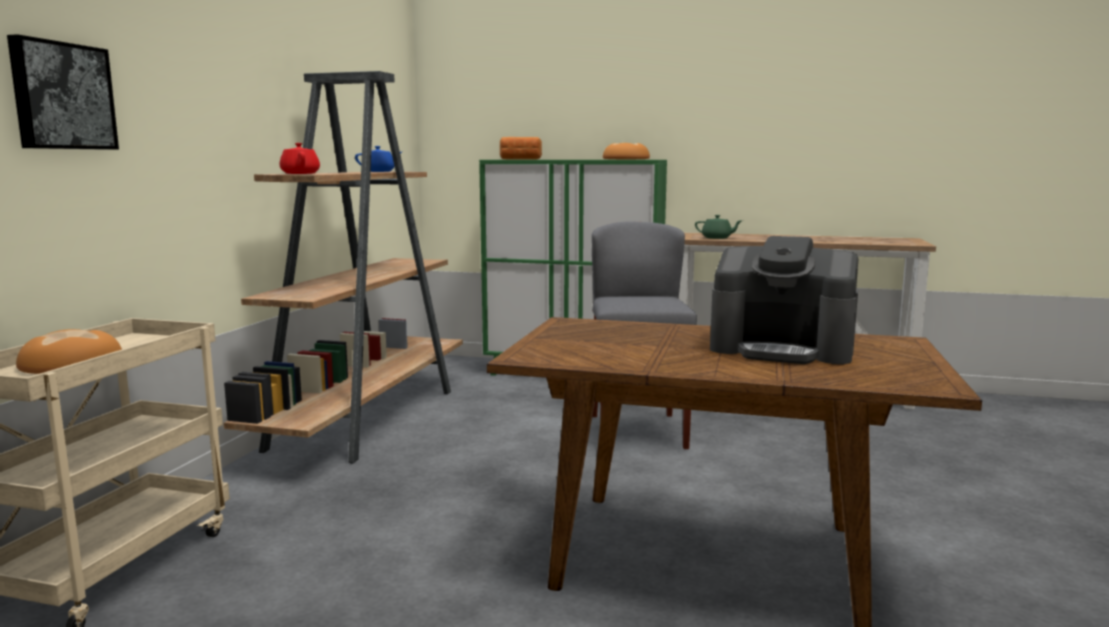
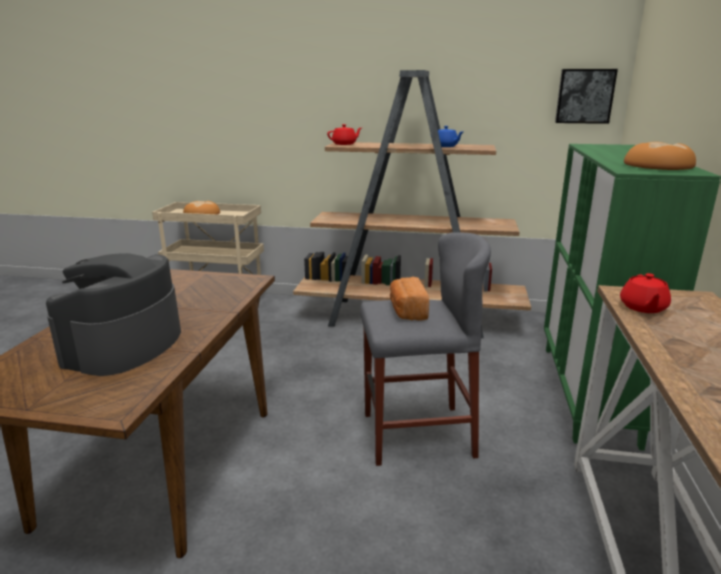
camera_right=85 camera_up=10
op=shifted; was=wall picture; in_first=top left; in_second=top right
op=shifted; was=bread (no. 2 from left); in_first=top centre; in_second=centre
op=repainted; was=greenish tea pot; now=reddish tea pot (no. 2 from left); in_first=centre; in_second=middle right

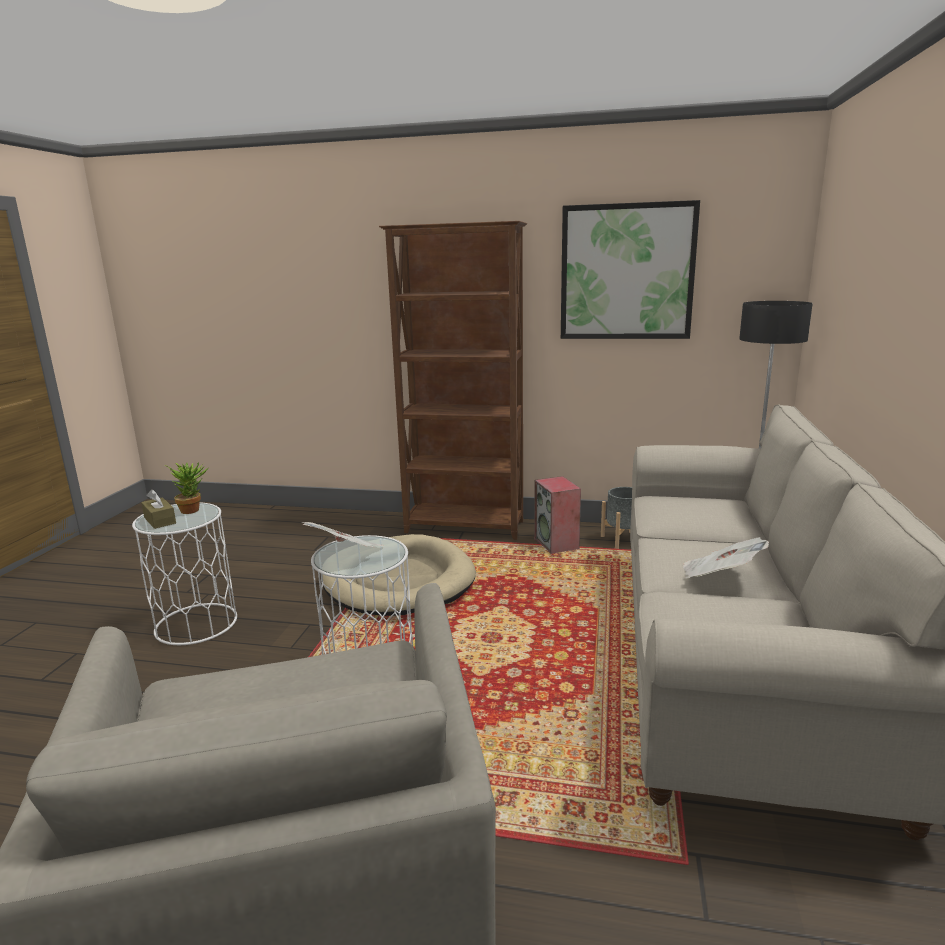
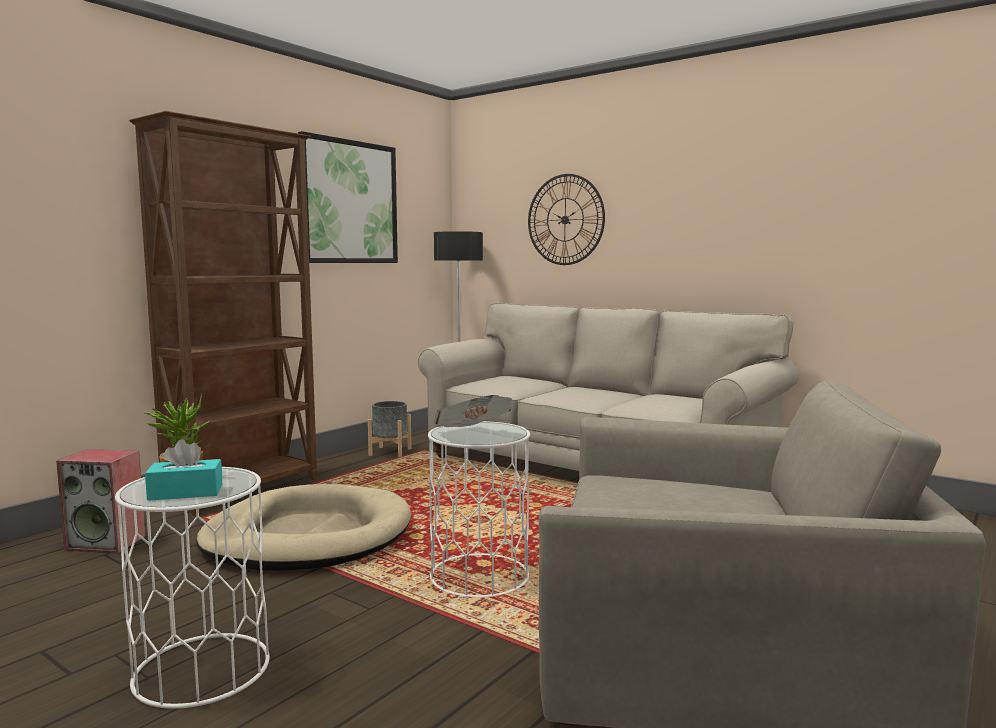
camera_right=-65 camera_up=-10
op=gone; was=daily paper (no. 2 from left); in_first=middle right
op=new; now=wall clock; in_second=top centre
op=shifted; was=speaker; in_first=centre; in_second=bottom left
op=repainted; was=brownish box of tissues; now=blue-green box of tissues; in_first=middle left; in_second=middle left

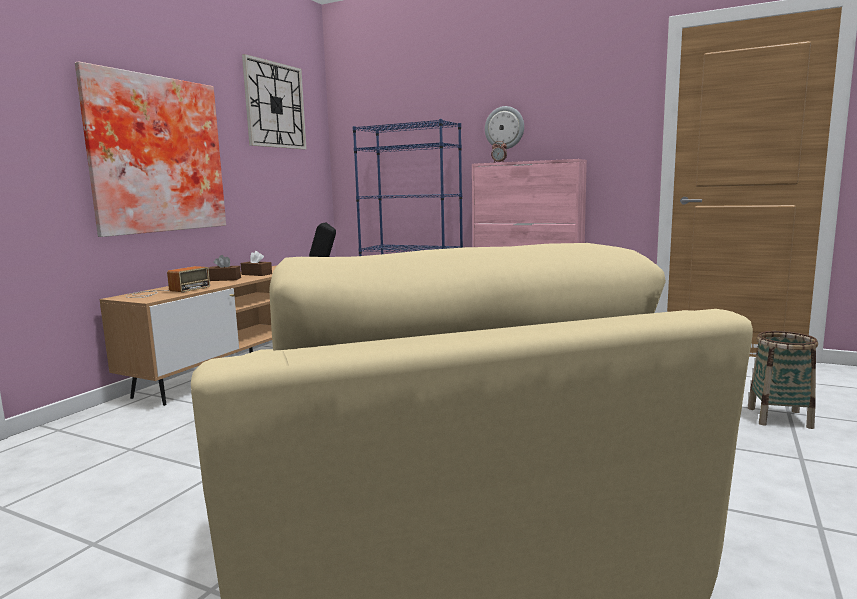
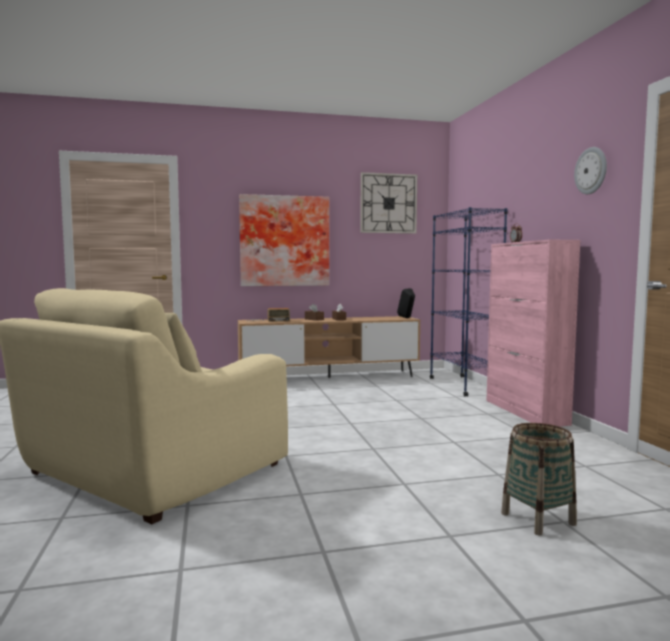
camera_right=50 camera_up=-5
op=shifted; was=wall clock (no. 2 from left); in_first=top centre; in_second=top right

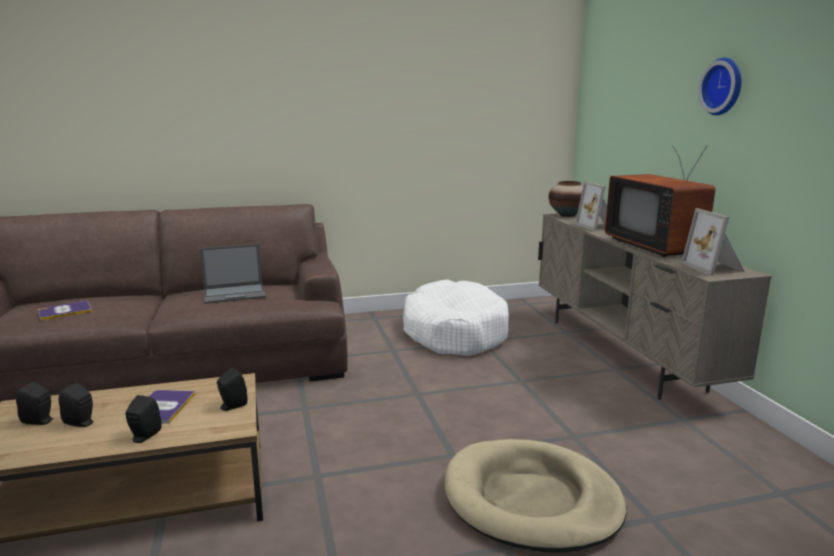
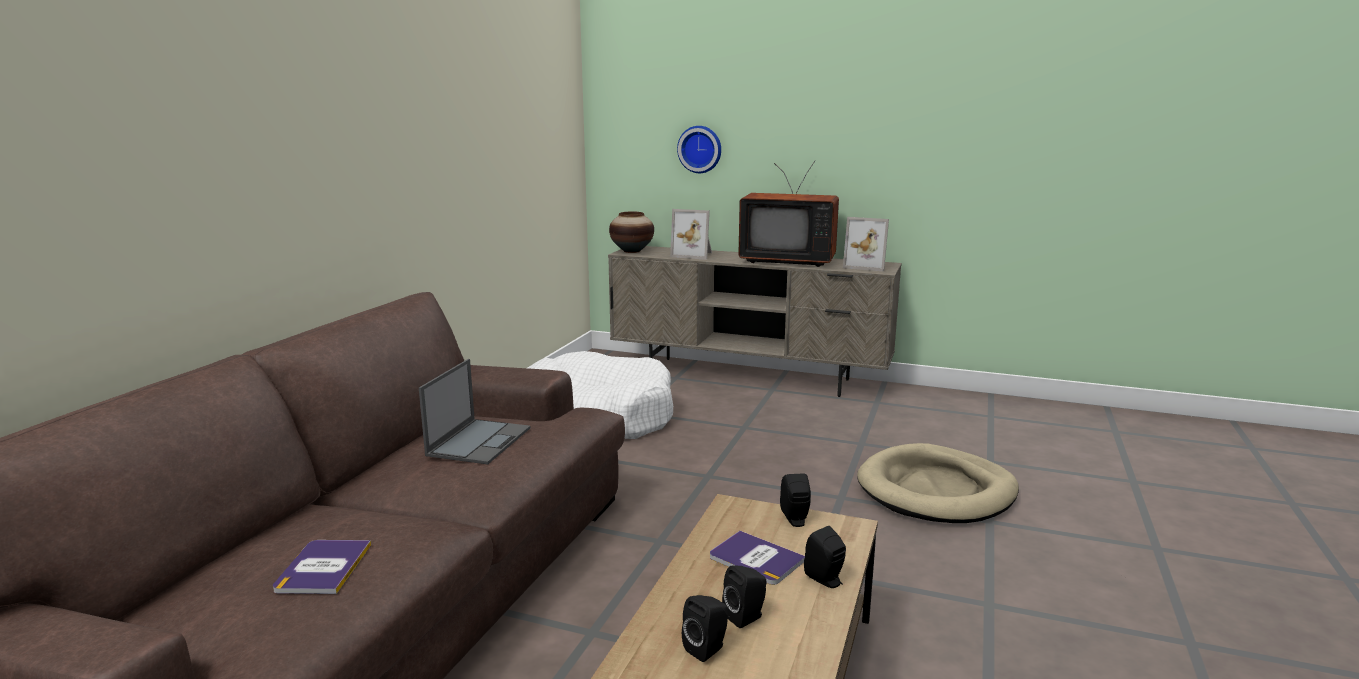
camera_right=-55 camera_up=0
op=shifted; was=wall clock; in_first=top right; in_second=top centre

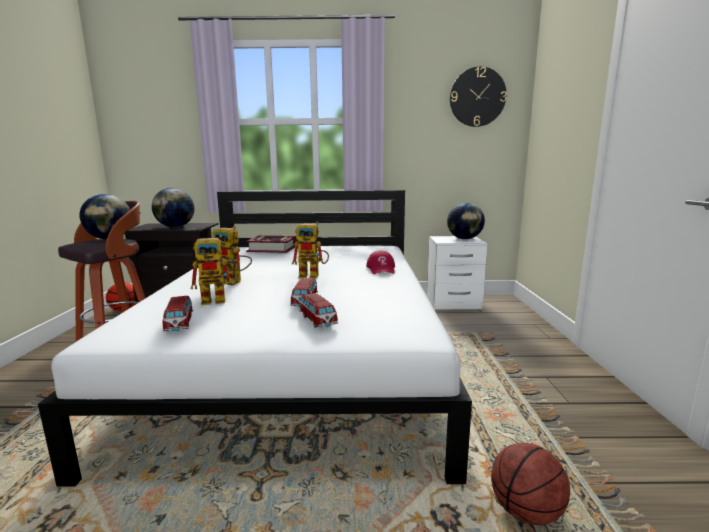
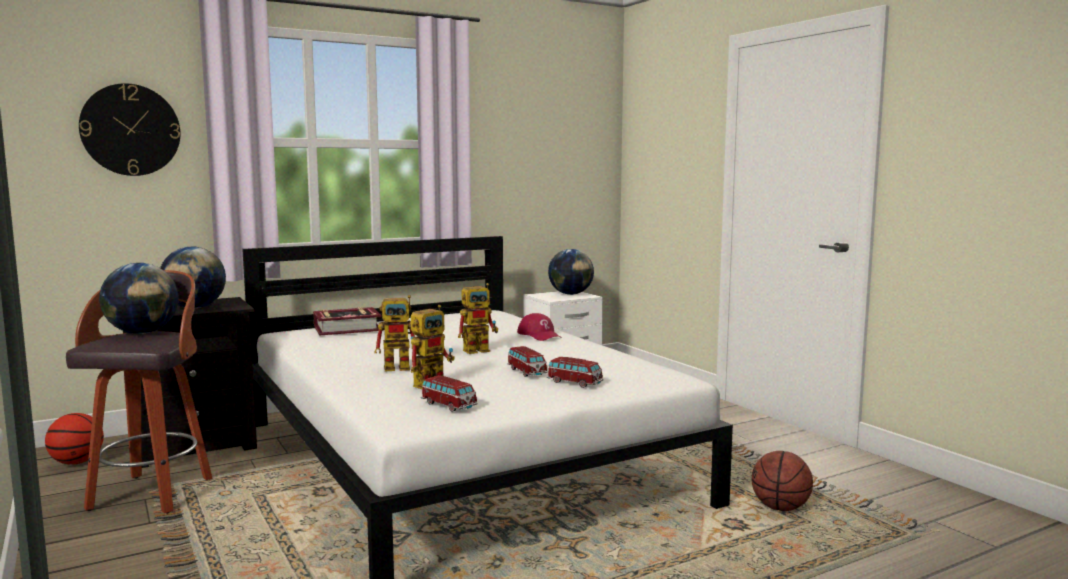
camera_right=-30 camera_up=-5
op=shifted; was=wall clock; in_first=top right; in_second=top left

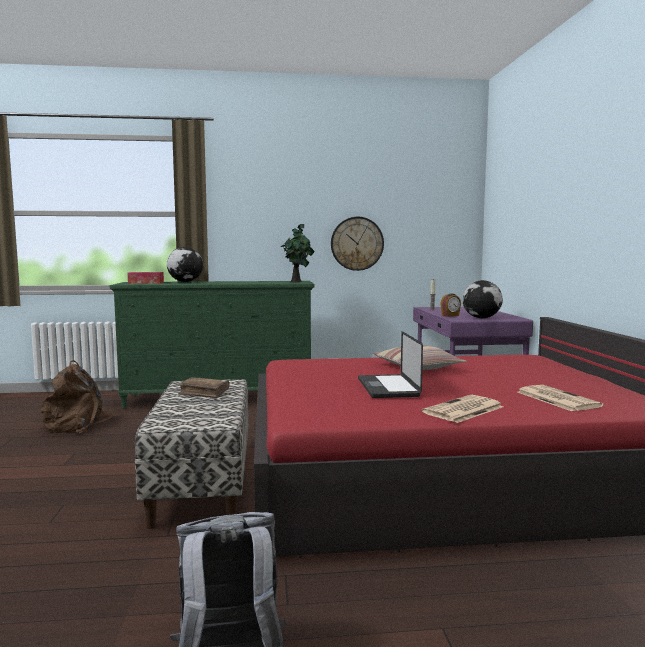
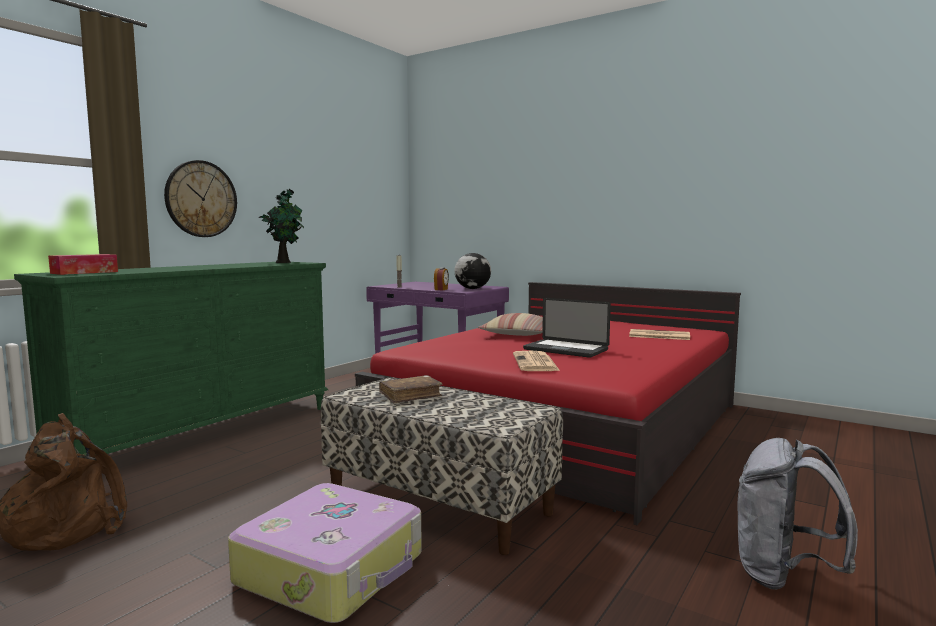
camera_right=-50 camera_up=0
op=gone; was=world globe (no. 1 from left); in_first=middle left
op=new; now=travel case; in_second=bottom centre
op=shifted; was=wall clock; in_first=centre; in_second=top left
op=shifted; was=daily paper (no. 1 from left); in_first=middle right; in_second=centre

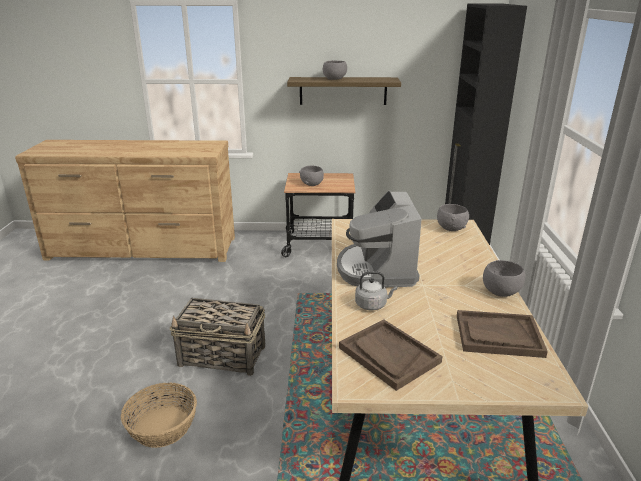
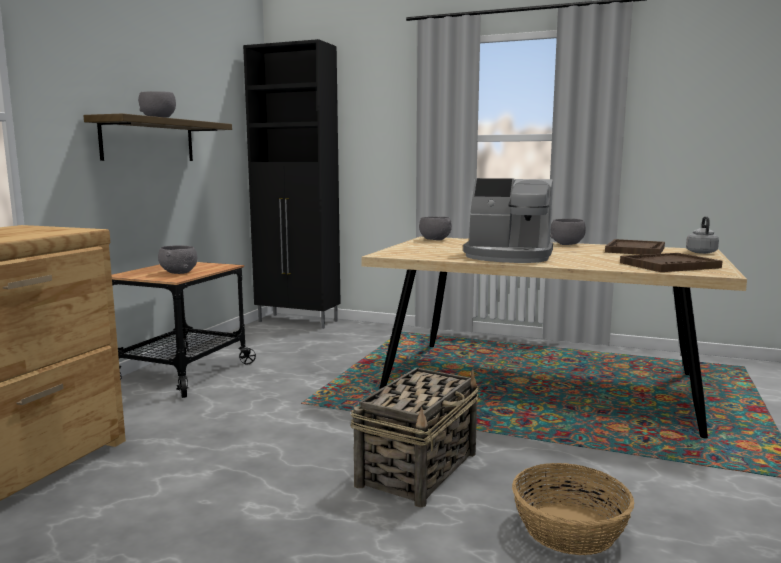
camera_right=-70 camera_up=-15
op=shifted; was=greyish kettle; in_first=centre; in_second=middle right

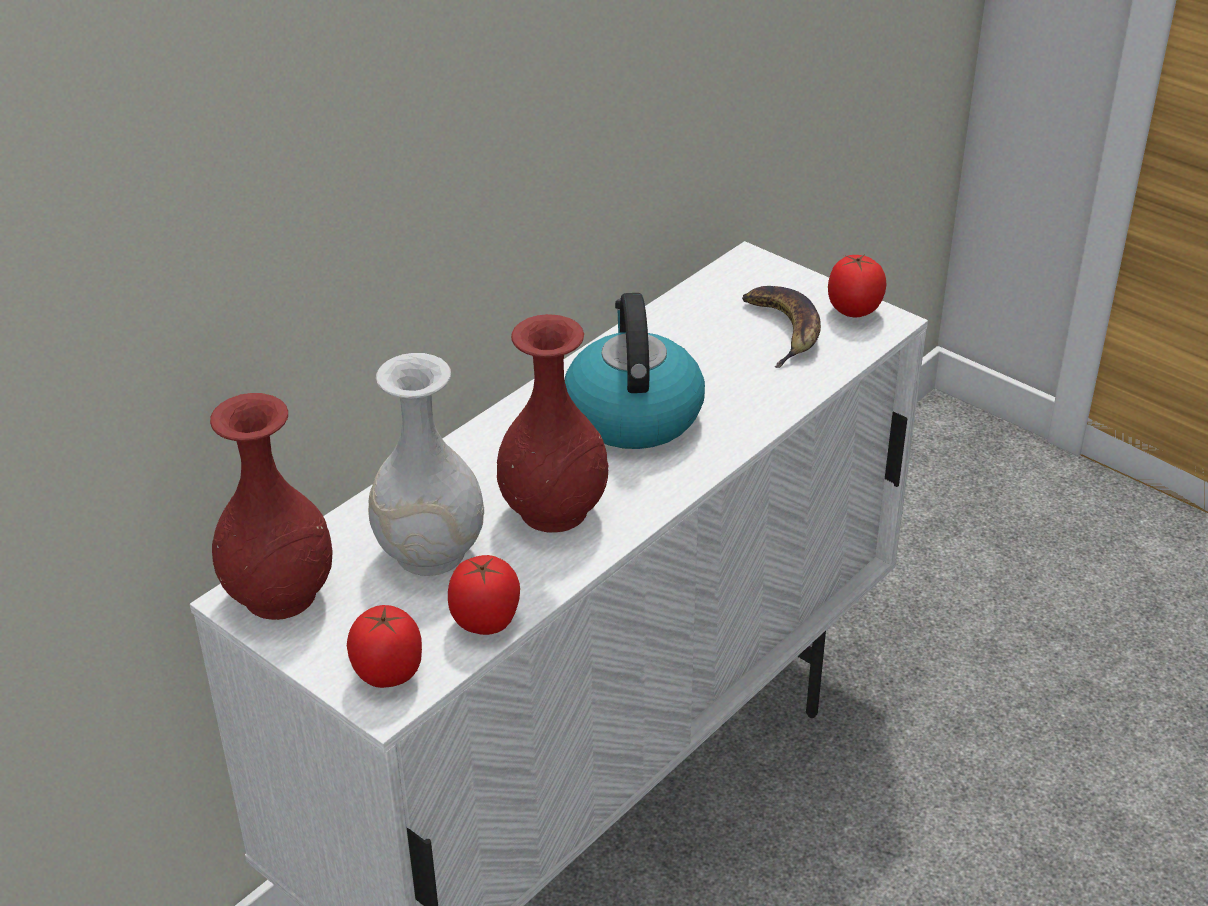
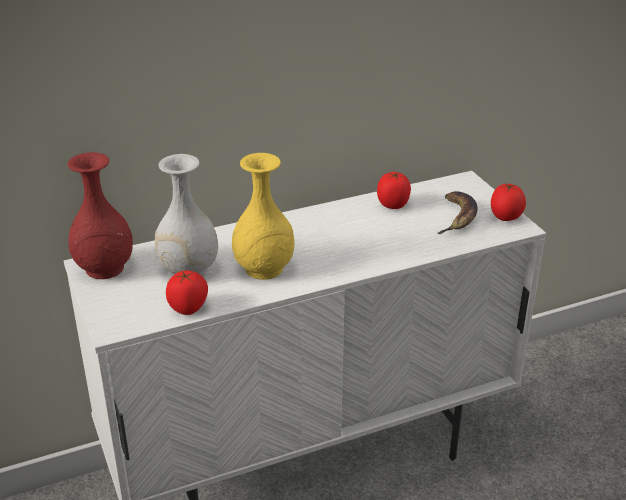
camera_right=25 camera_up=-5
op=gone; was=kettle; in_first=centre
op=shifted; was=whole tomato (no. 1 from left in the first image); now=whole tomato (no. 2 from left); in_first=bottom left; in_second=centre
op=repainted; was=reddish decorative vase (no. 2 from left); now=yellow decorative vase; in_first=centre; in_second=centre

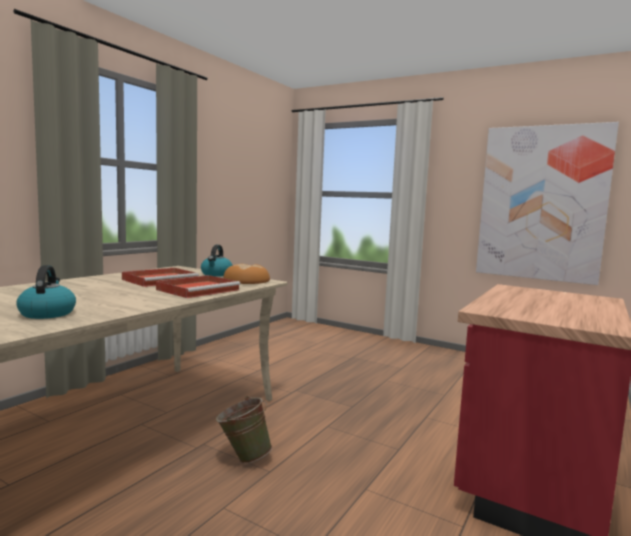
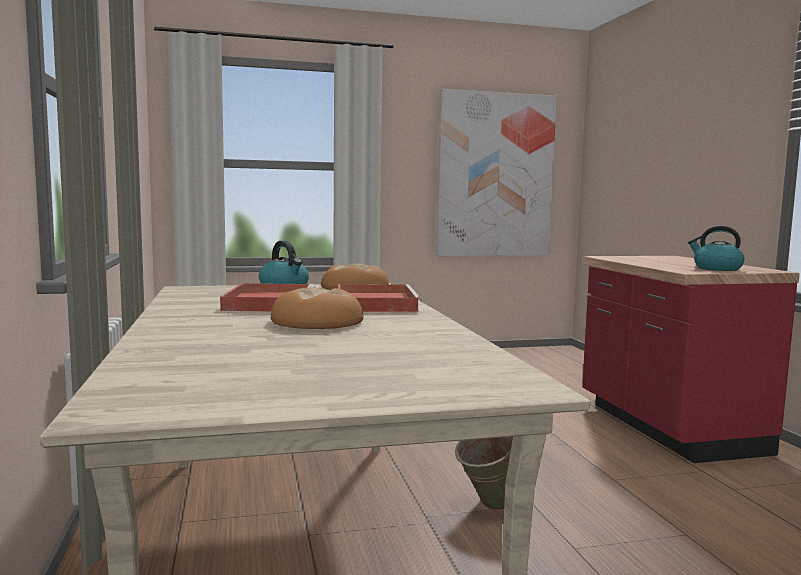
camera_right=-45 camera_up=0
op=new; now=bread (no. 1 from left); in_second=centre
op=shifted; was=kettle (no. 1 from left in the first image); now=kettle (no. 2 from left); in_first=middle left; in_second=middle right

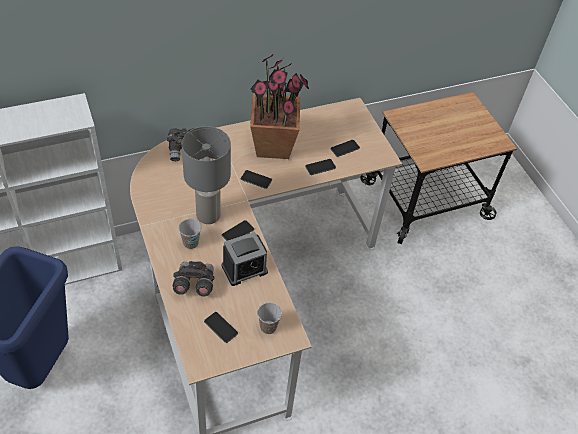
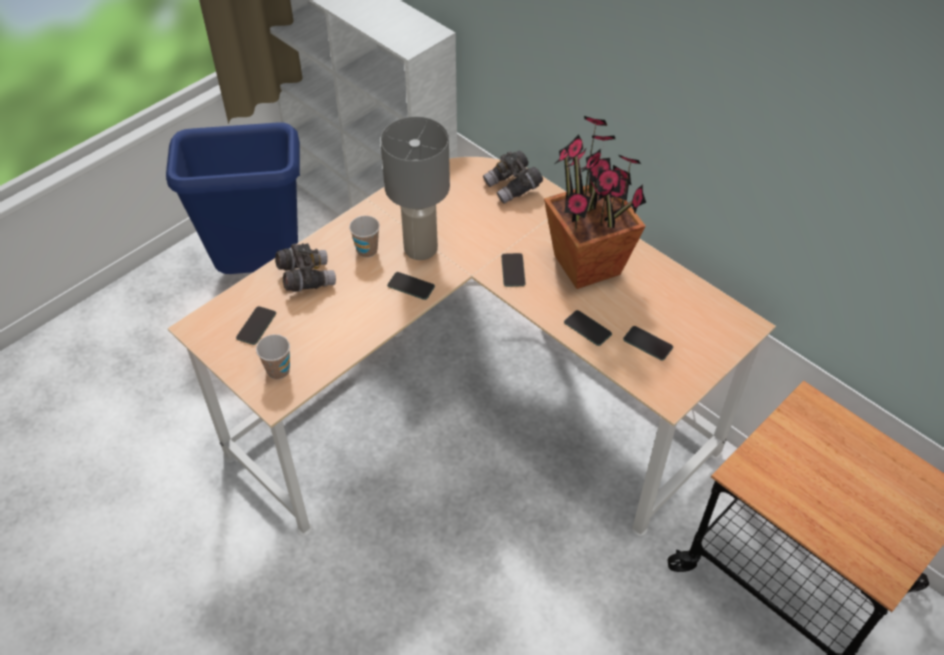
camera_right=70 camera_up=0
op=gone; was=alarm clock; in_first=centre

